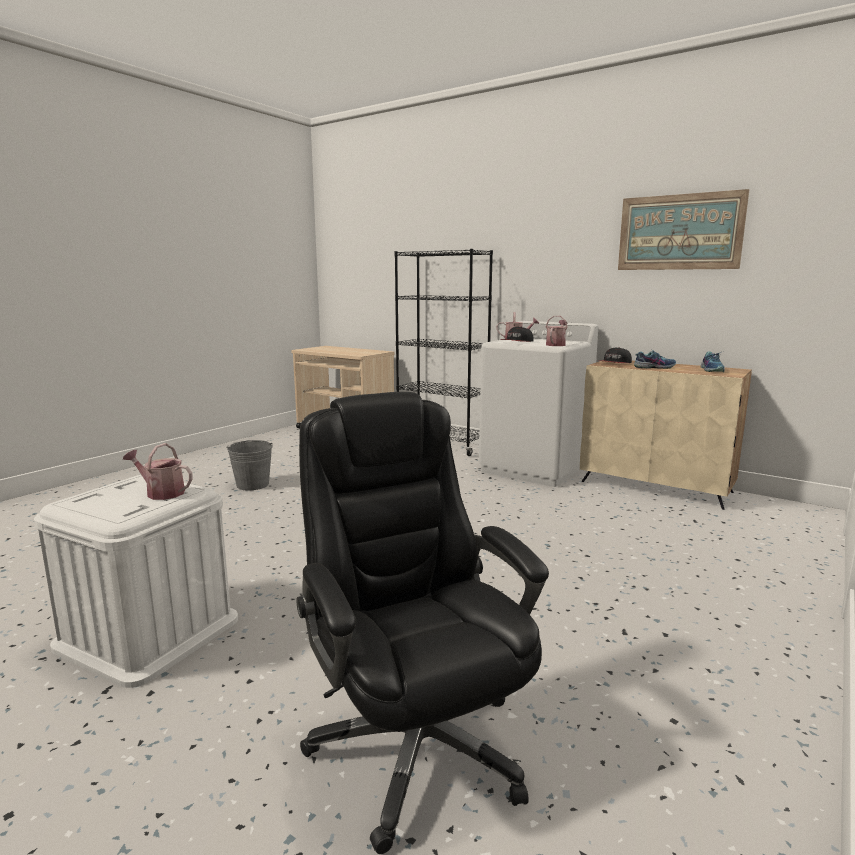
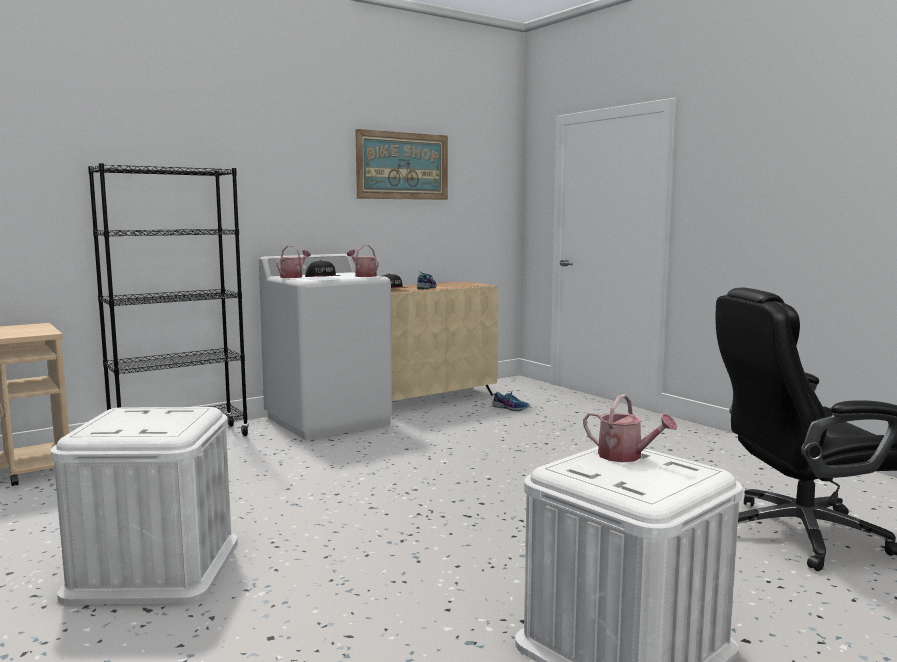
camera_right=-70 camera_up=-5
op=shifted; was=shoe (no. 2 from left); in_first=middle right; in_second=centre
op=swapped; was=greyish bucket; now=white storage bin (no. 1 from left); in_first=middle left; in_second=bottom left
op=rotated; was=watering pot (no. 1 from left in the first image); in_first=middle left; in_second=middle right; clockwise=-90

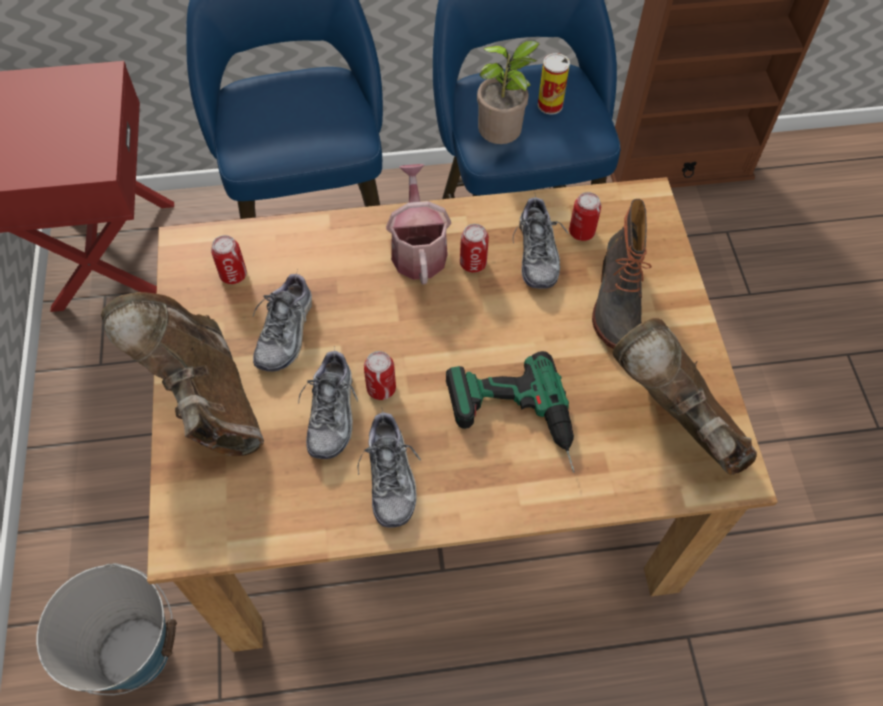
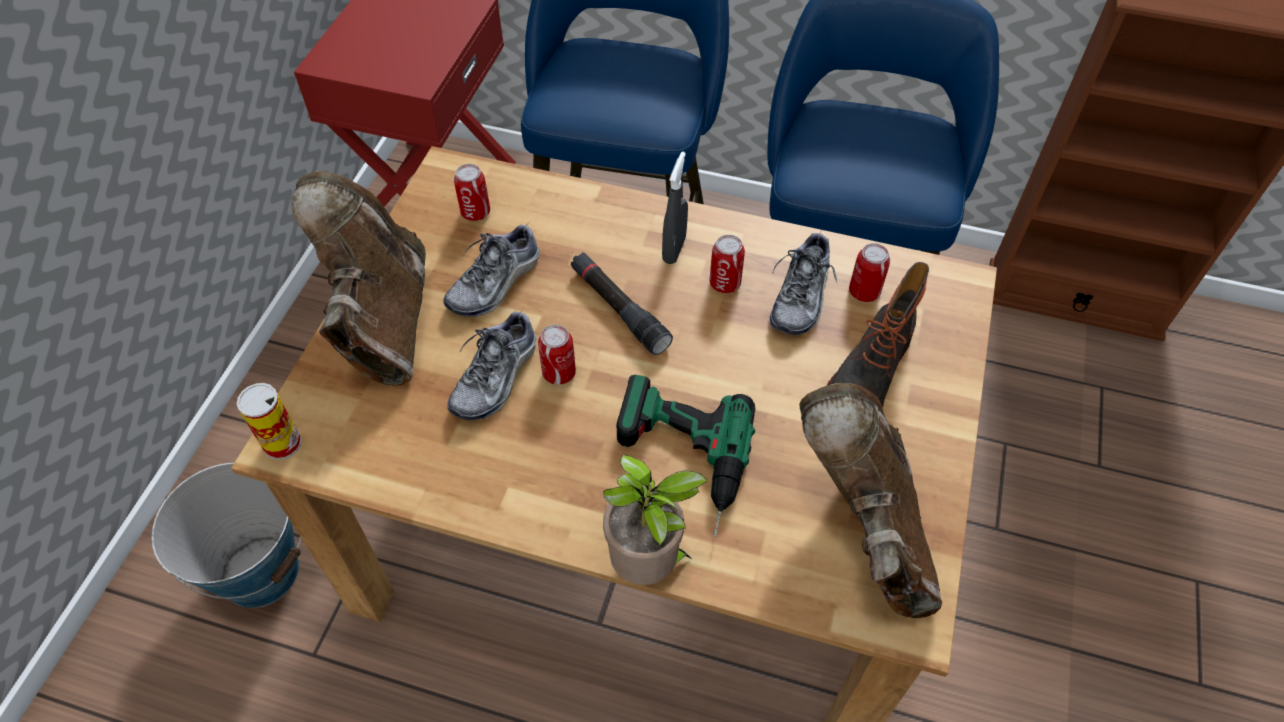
camera_right=25 camera_up=-5
op=gone; was=shoe (no. 3 from left); in_first=centre
op=new; now=blackish hand torch; in_second=centre
op=shifted; was=plant in a pot; in_first=top centre; in_second=bottom centre
op=shifted; was=metal can (no. 4 from left in the first image); now=metal can (no. 1 from left); in_first=top centre; in_second=middle left
op=swapped; was=watering pot; now=greyish spray bottle; in_first=top centre; in_second=top centre

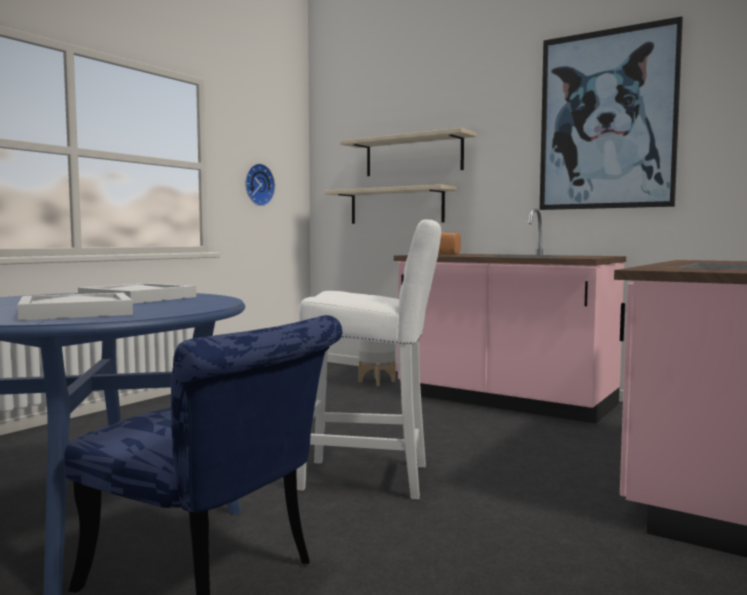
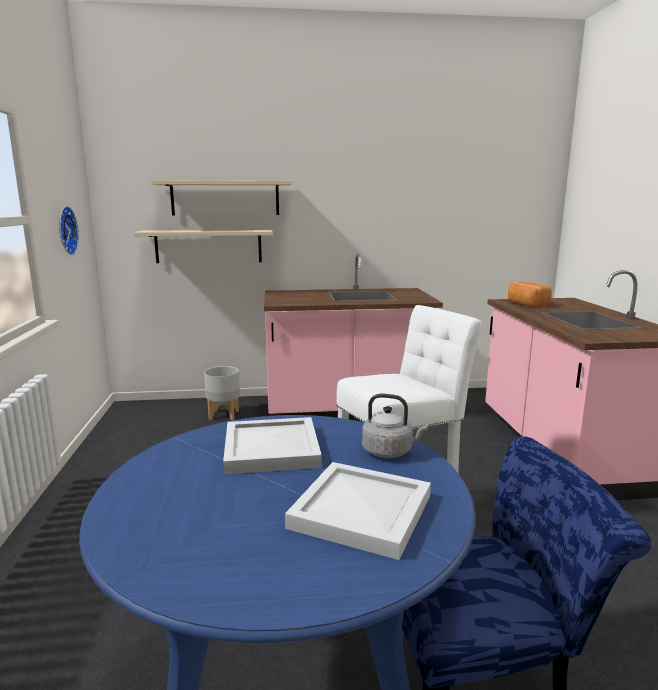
camera_right=-40 camera_up=10
op=gone; was=wall picture; in_first=top right
op=new; now=greyish kettle; in_second=centre
op=shifted; was=bread; in_first=centre; in_second=middle right

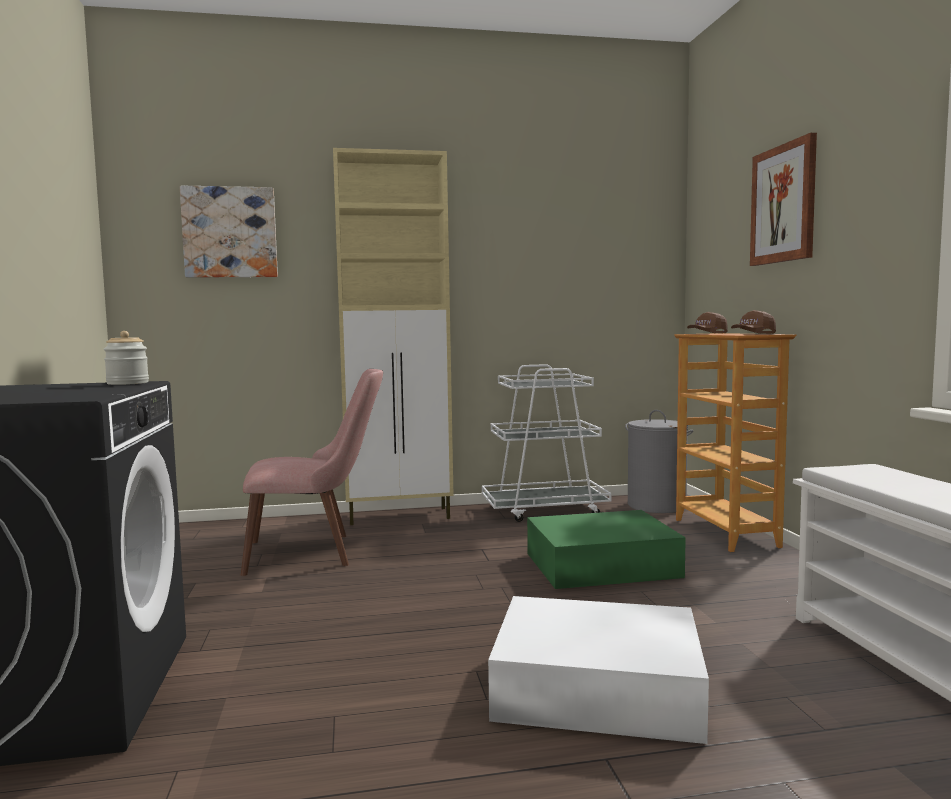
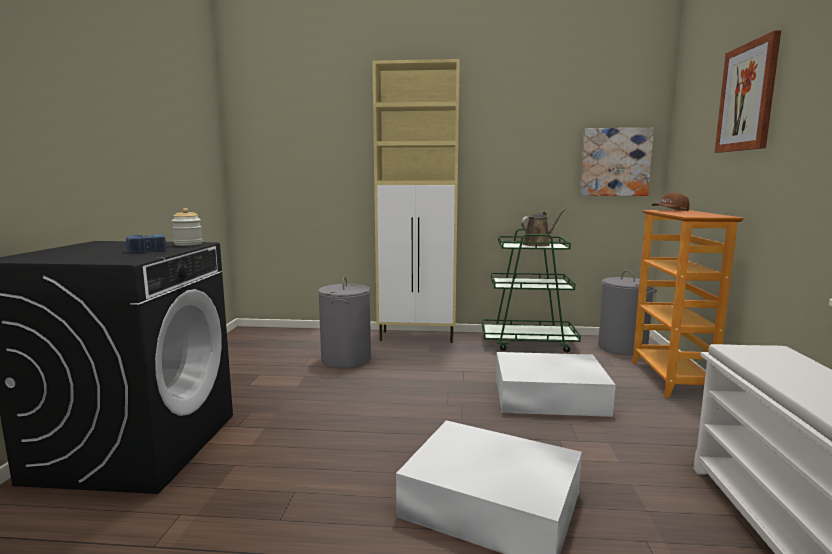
camera_right=15 camera_up=5
op=gone; was=brownish peaked cap (no. 2 from left); in_first=middle right
op=new; now=tool hammer; in_second=middle left
op=new; now=brownish watering pot; in_second=centre
op=shifted; was=wall picture (no. 1 from left); in_first=top left; in_second=top right
op=swapped; was=pink-coloured plain chair; now=greyish laundry basket (no. 1 from left); in_first=middle left; in_second=centre
op=repainted; was=white trolley; now=greenish trolley; in_first=centre; in_second=centre
op=repainted; was=greenish storage bin; now=white storage bin (no. 2 from left); in_first=bottom centre; in_second=bottom right

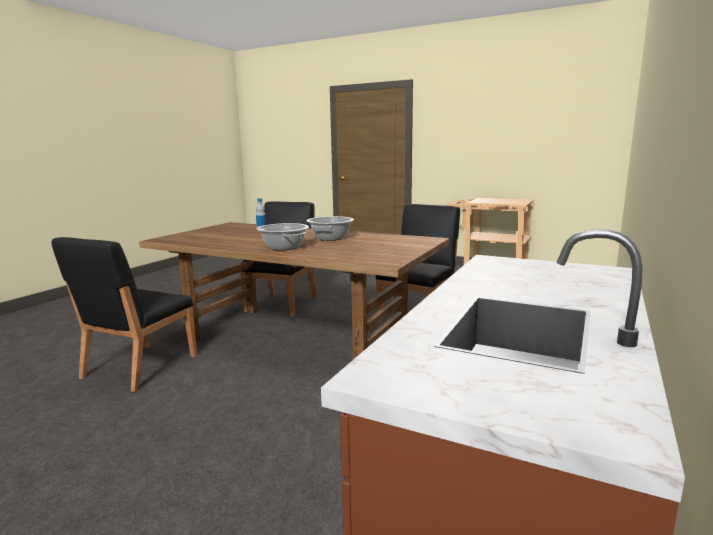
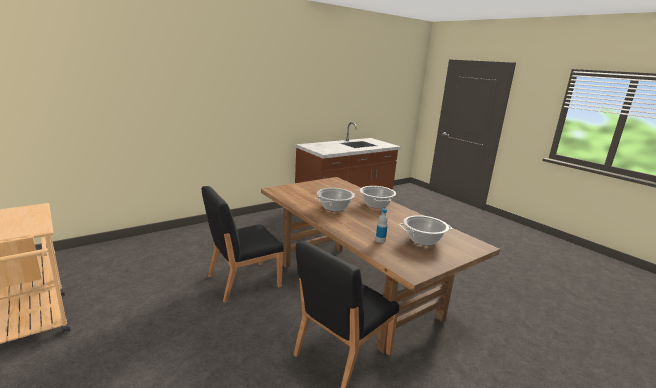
camera_right=-155 camera_up=5
op=gone; was=blackish plain chair (no. 1 from left); in_first=middle left
op=new; now=cooking pot (no. 3 from left); in_second=centre

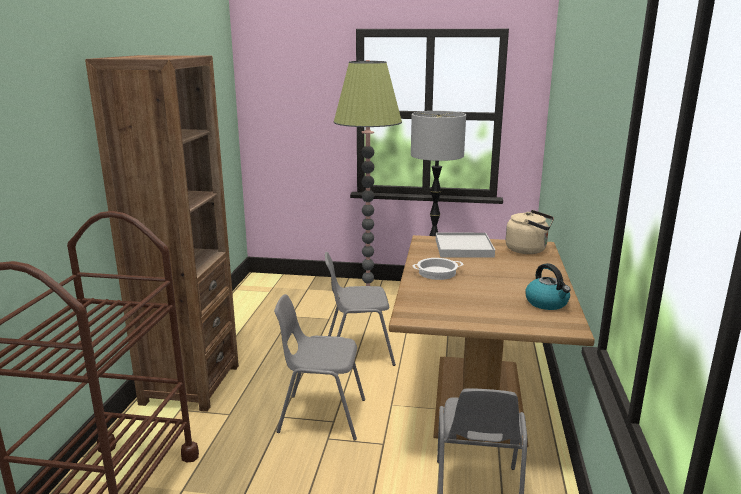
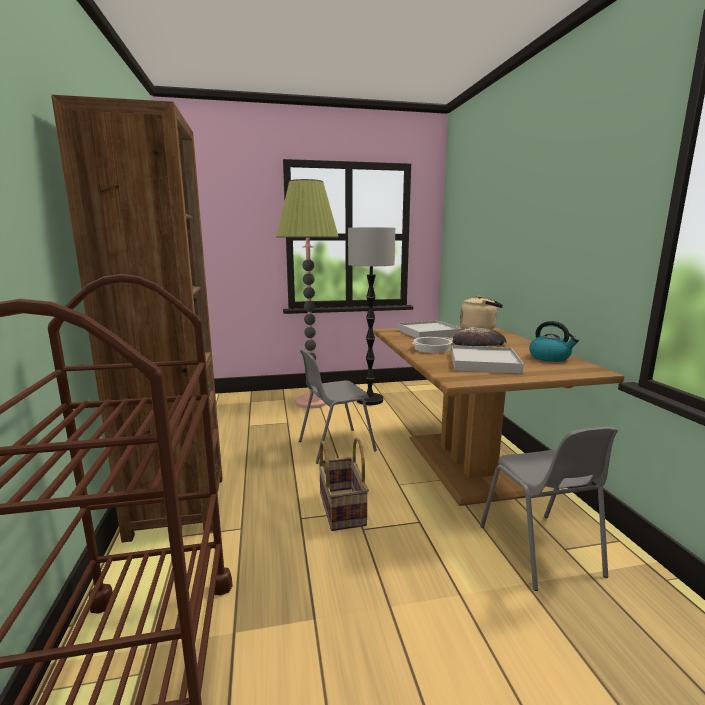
camera_right=-20 camera_up=-5
op=new; now=white carrying tray (no. 2 from left); in_second=middle right
op=new; now=bread; in_second=middle right
op=swapped; was=greyish plain chair (no. 1 from left); now=storage basket; in_first=bottom centre; in_second=bottom centre

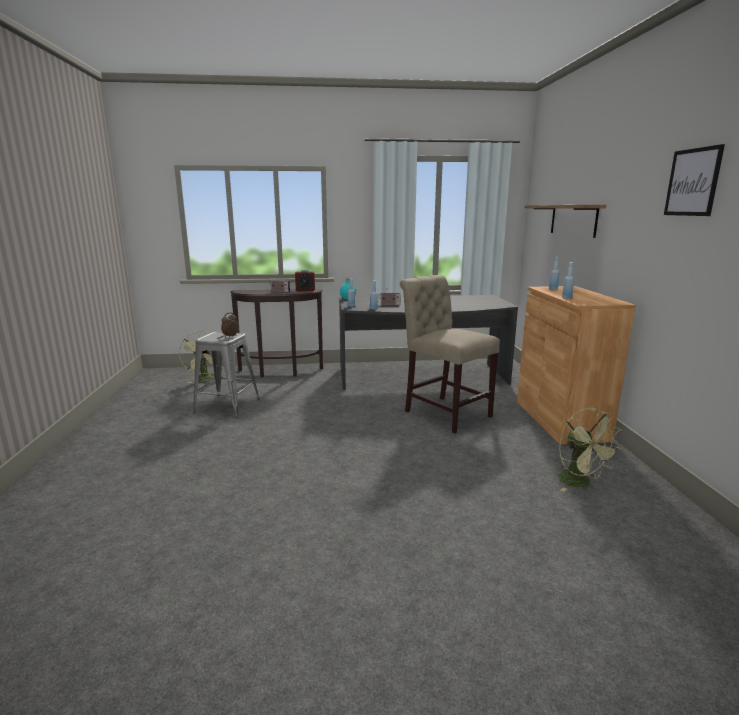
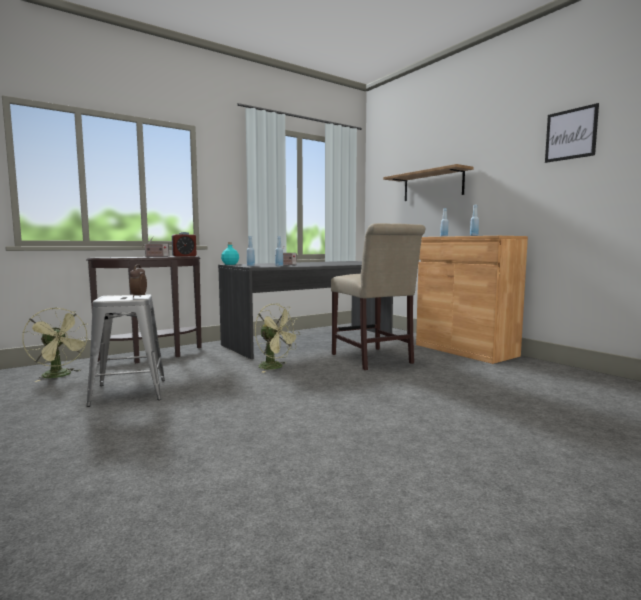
camera_right=-30 camera_up=-10
op=shifted; was=greenish electric fan (no. 2 from left); in_first=middle right; in_second=centre
op=rotated; was=beige-coloured plain chair; in_first=centre; in_second=centre; clockwise=-135

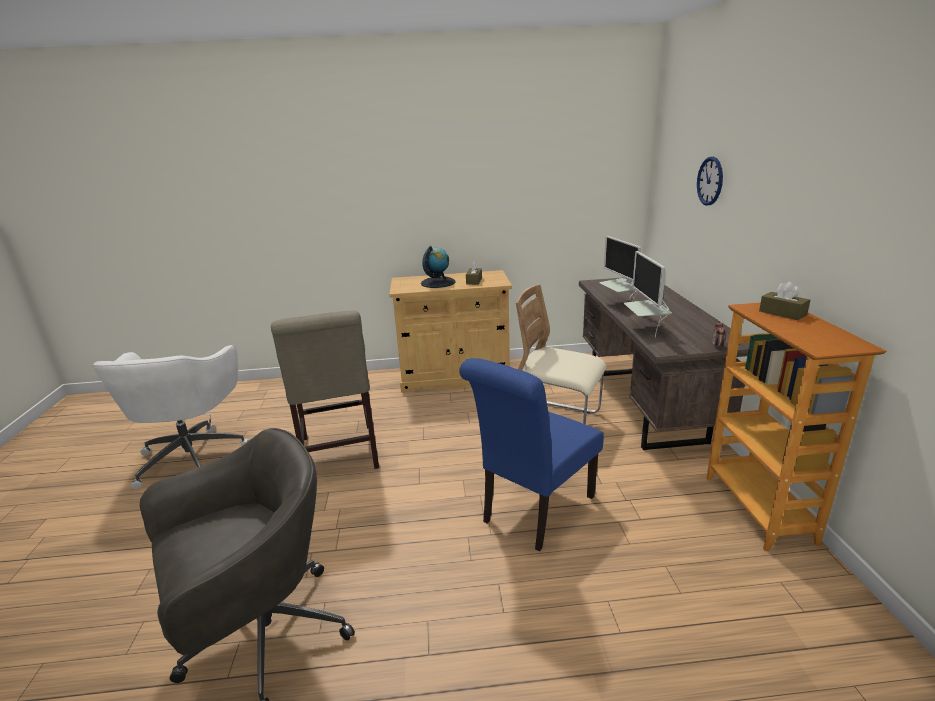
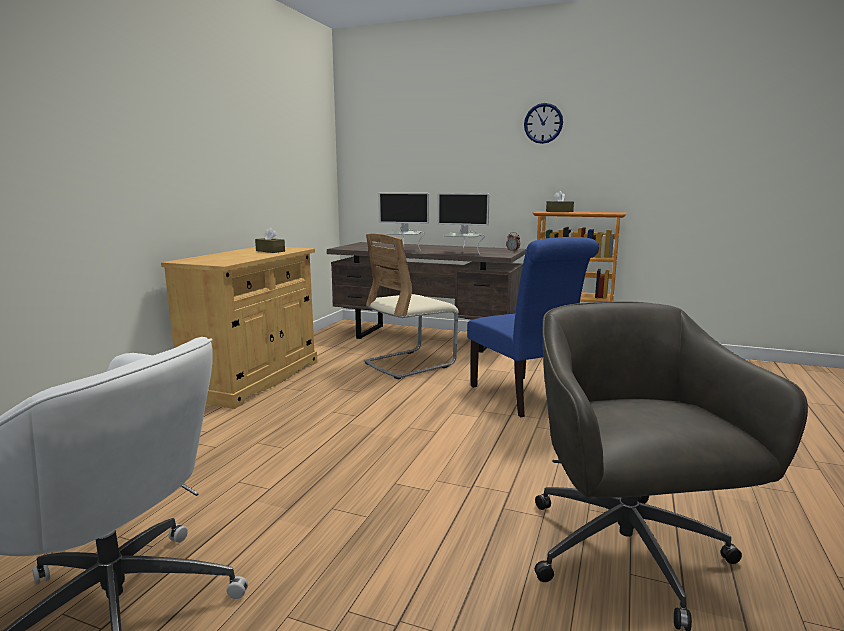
camera_right=-65 camera_up=-10
op=gone; was=beige-coloured plain chair (no. 1 from left); in_first=centre
op=gone; was=world globe; in_first=centre
op=shifted; was=wall clock; in_first=top right; in_second=top centre

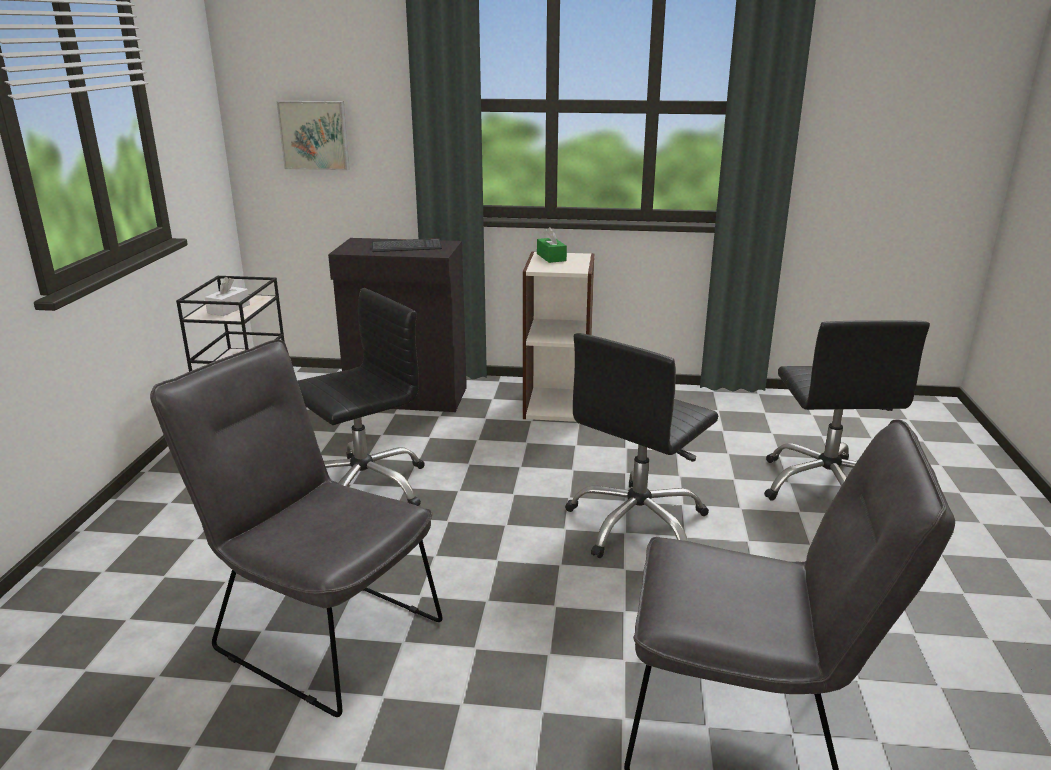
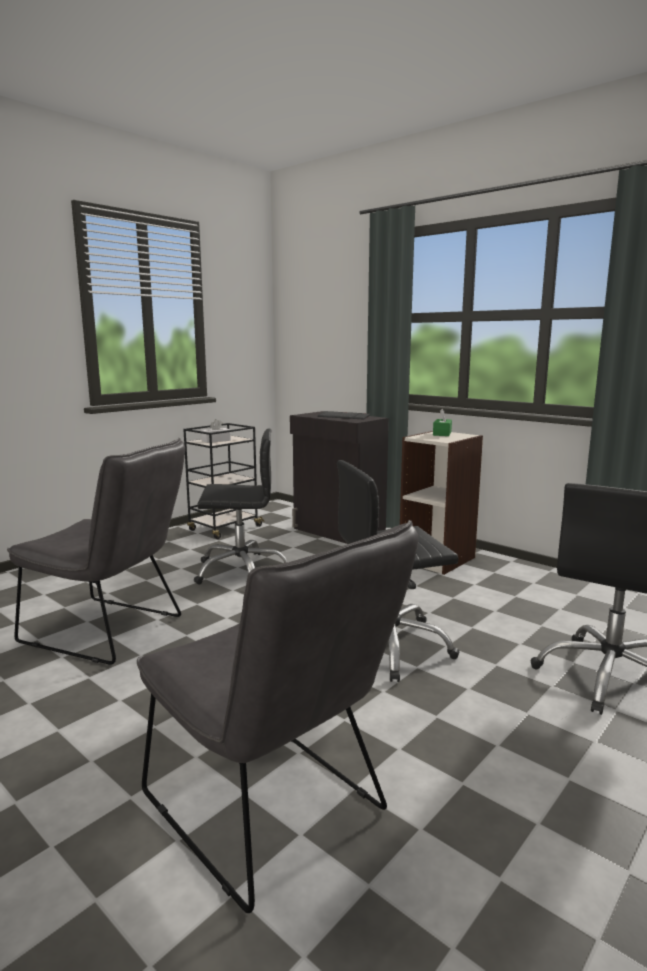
camera_right=35 camera_up=-10
op=gone; was=wall picture; in_first=top left
op=rotated; was=greyish plain chair (no. 1 from left); in_first=bottom left; in_second=middle left; clockwise=135

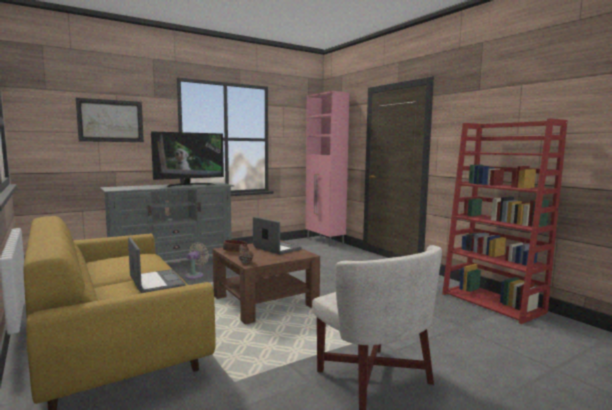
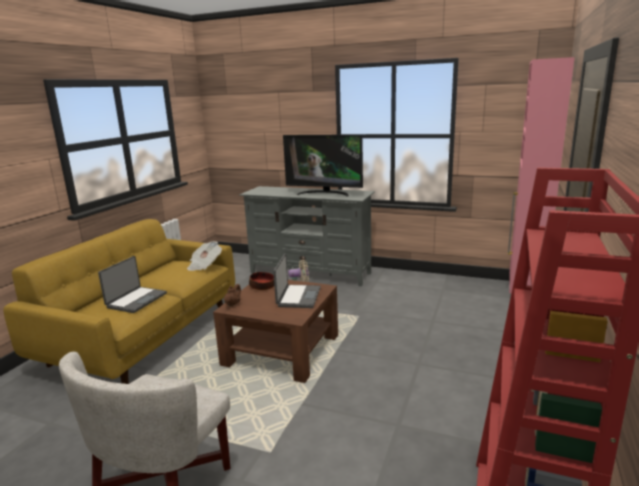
camera_right=55 camera_up=10
op=gone; was=wall picture; in_first=top left
op=new; now=daily paper; in_second=middle left

